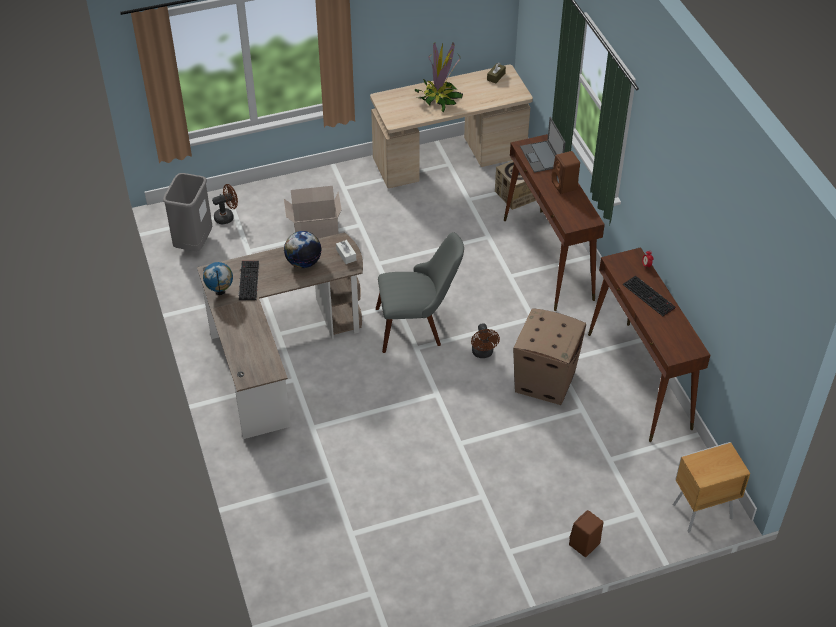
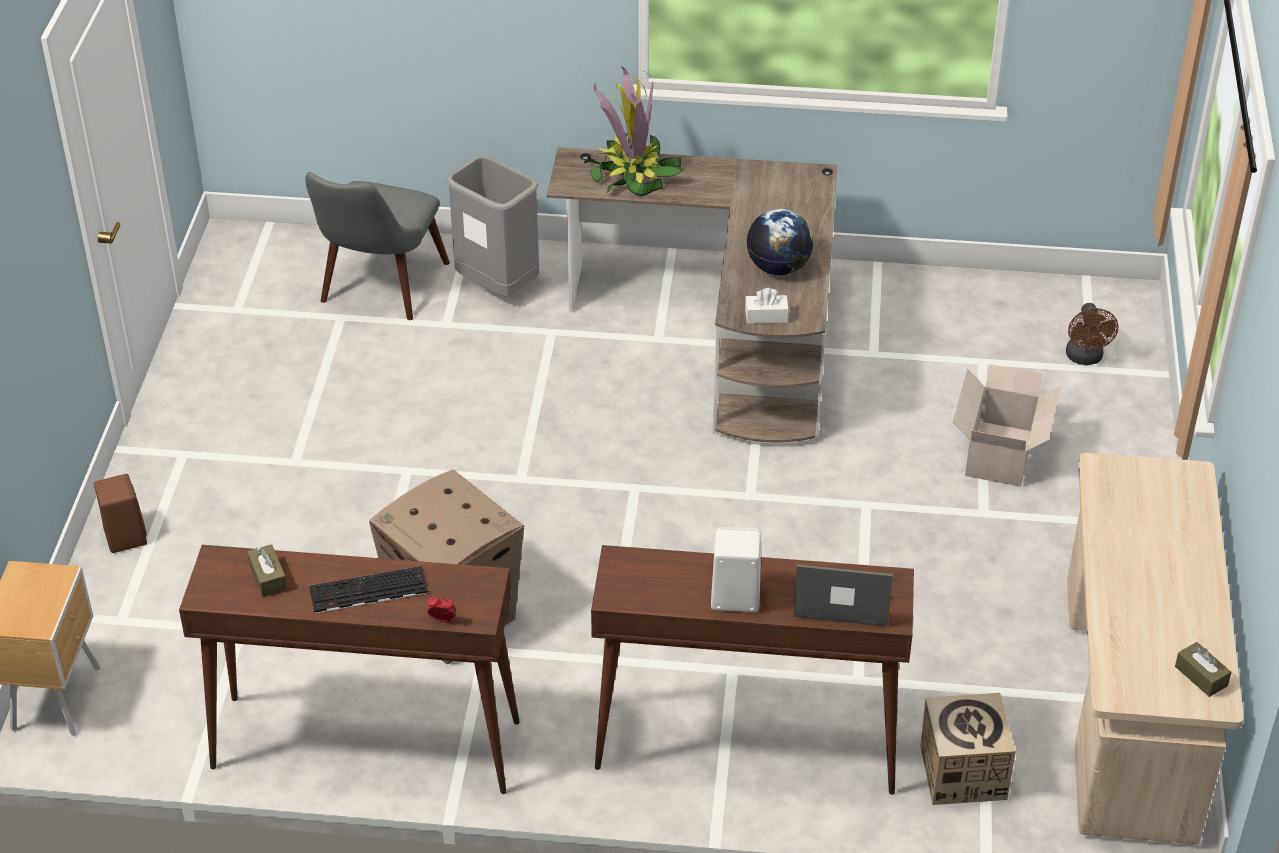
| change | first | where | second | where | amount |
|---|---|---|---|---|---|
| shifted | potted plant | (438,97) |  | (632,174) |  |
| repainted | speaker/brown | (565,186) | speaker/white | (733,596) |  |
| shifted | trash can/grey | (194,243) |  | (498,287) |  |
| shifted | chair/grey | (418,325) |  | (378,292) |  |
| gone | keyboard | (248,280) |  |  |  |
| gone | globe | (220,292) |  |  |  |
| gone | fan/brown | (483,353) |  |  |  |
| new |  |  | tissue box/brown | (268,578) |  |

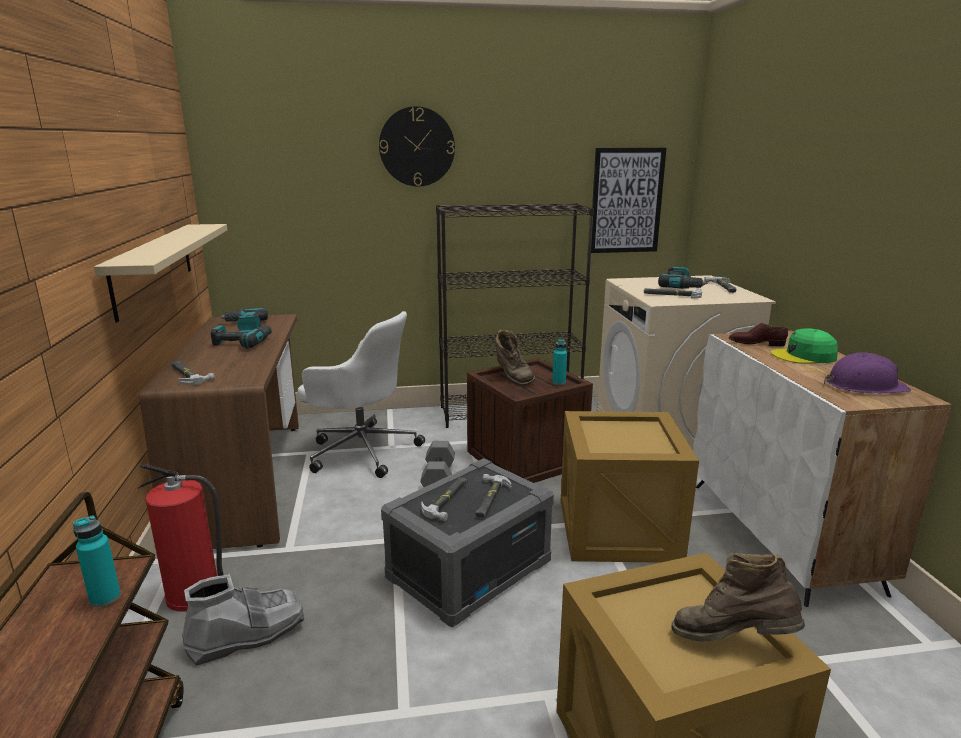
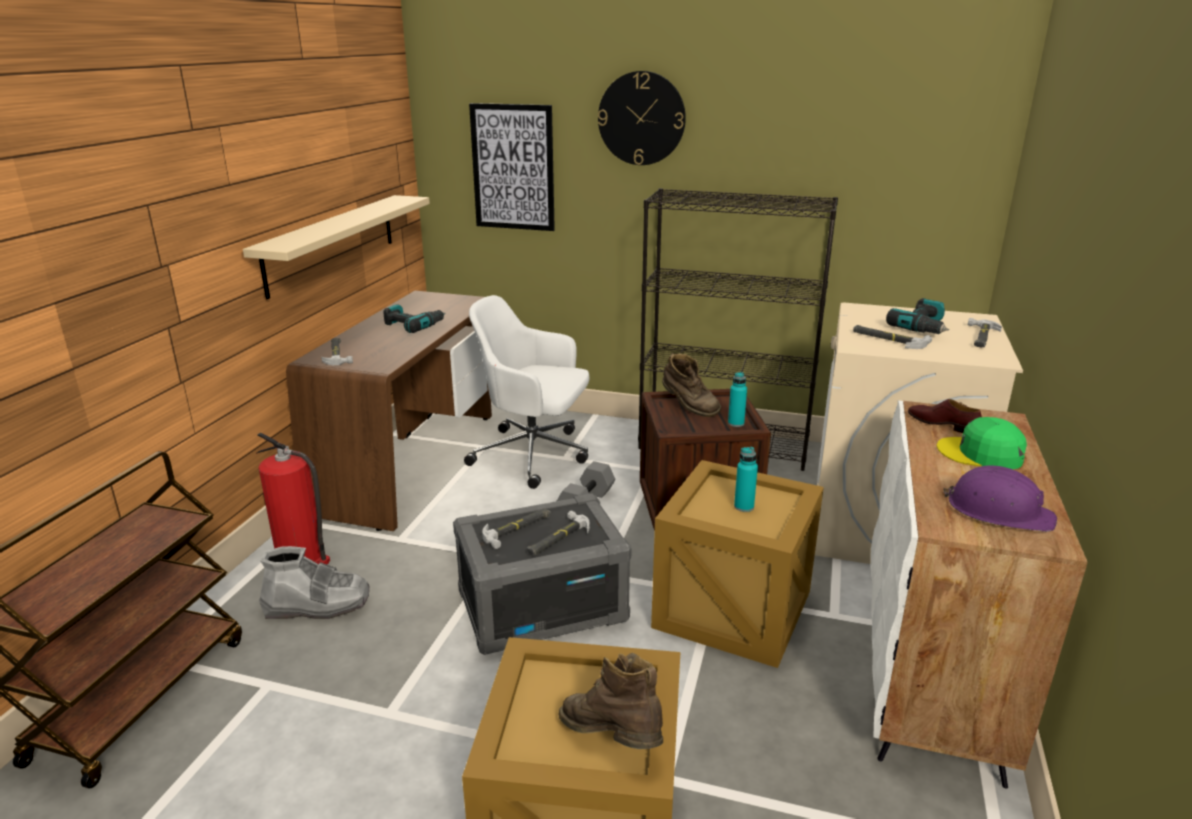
| change | first | where | second | where | amount |
|---|---|---|---|---|---|
| shifted | picture | (626,201) |  | (513,167) |  |
| gone | power drill | (245,327) |  |  |  |
| rotated | office chair/white | (361,450) |  | (534,455) | 150 degrees clockwise |
| rotated | boot/brown | (512,378) |  | (688,408) | 45 degrees counterclockwise |
| shifted | bottle/turquoise | (105,598) |  | (744,507) |  |

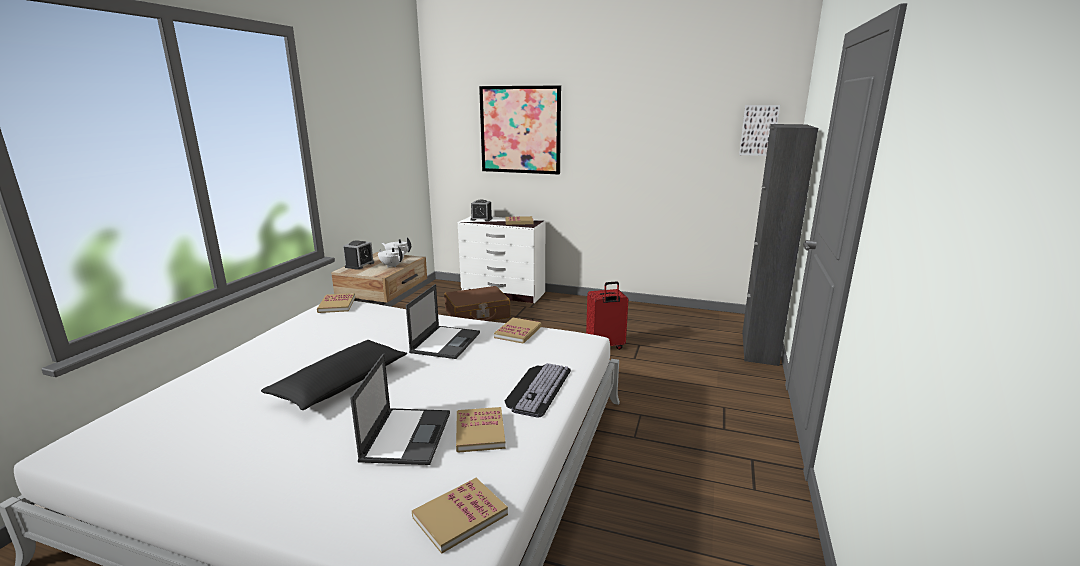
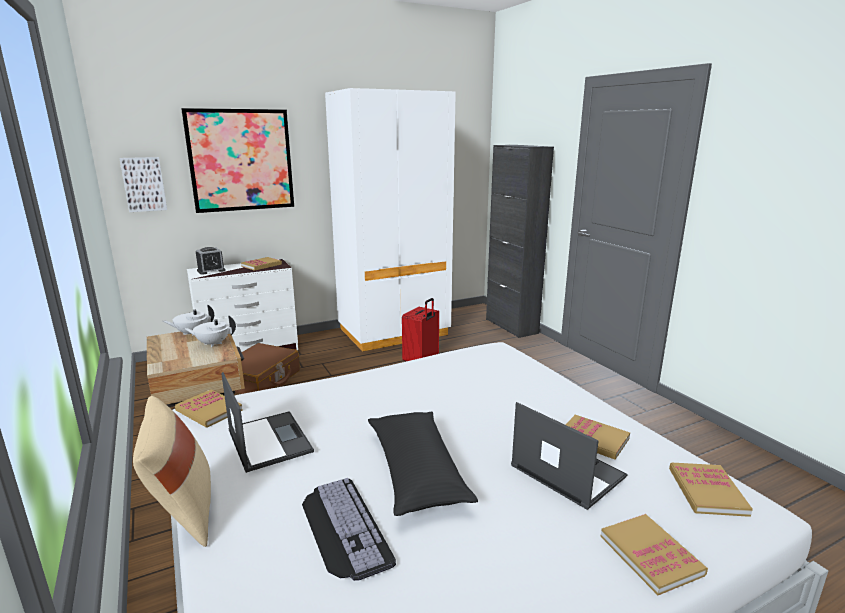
| change | first | where | second | where | amount |
|---|---|---|---|---|---|
| shifted | picture | (759,130) |  | (144,184) |  |
| gone | alarm clock | (359,265) |  |  |  |
| shifted | laptop | (446,342) |  | (268,440) |  |
| shifted | book | (518,332) |  | (650,555) |  |
| shifted | keyboard | (537,388) |  | (342,526) |  |
| new |  |  | wardrobe/white | (393,332) |  |
| new |  |  | pillow/beige | (183,512) |  |

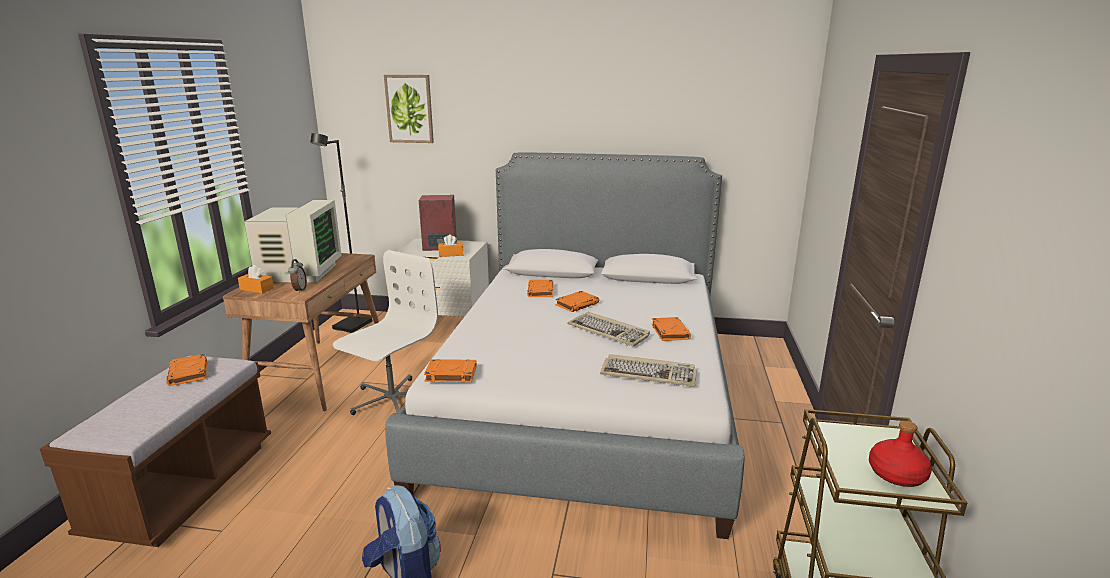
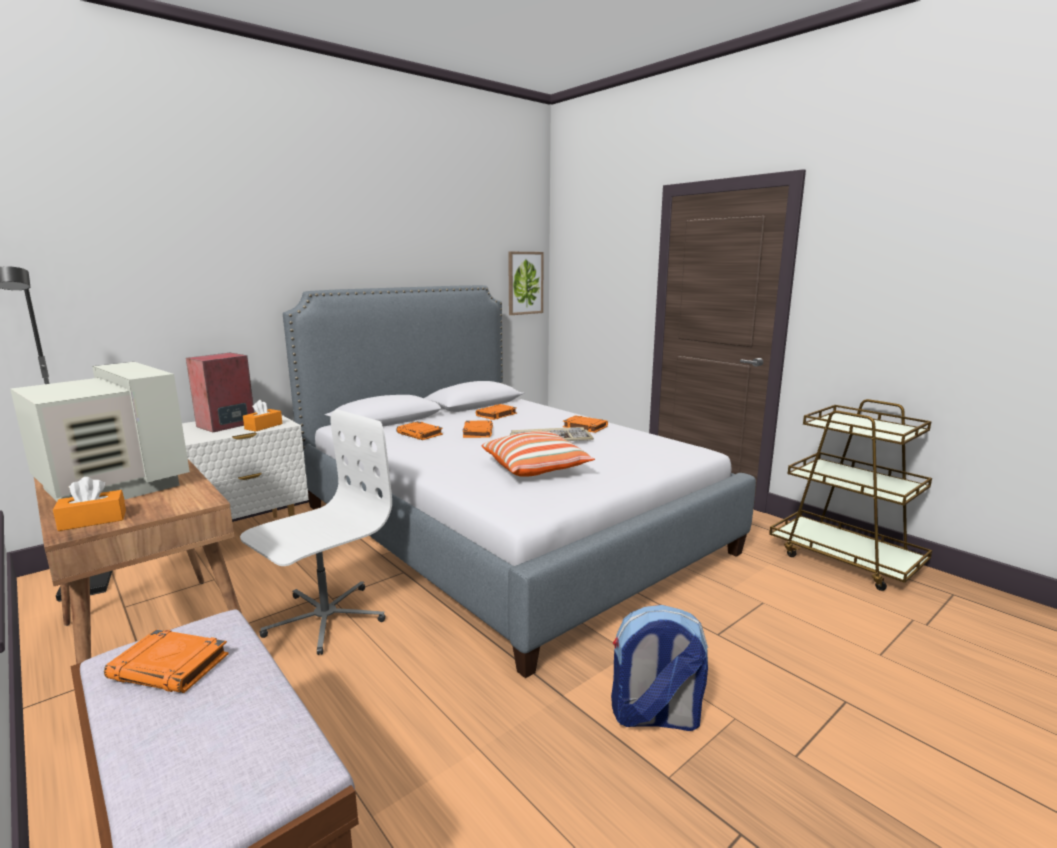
| change | first | where | second | where | amount |
|---|---|---|---|---|---|
| shifted | picture | (409,109) |  | (525,283) |  |
| rotated | office chair/white | (391,399) |  | (324,618) | 60 degrees clockwise |
| gone | alarm clock | (299,290) |  |  |  |
| gone | keyboard | (649,374) |  |  |  |
| shifted | book/orange | (450,374) |  | (496,415) |  |
| gone | bottle/red | (895,474) |  |  |  |
| new |  |  | pillow | (536,468) |  |

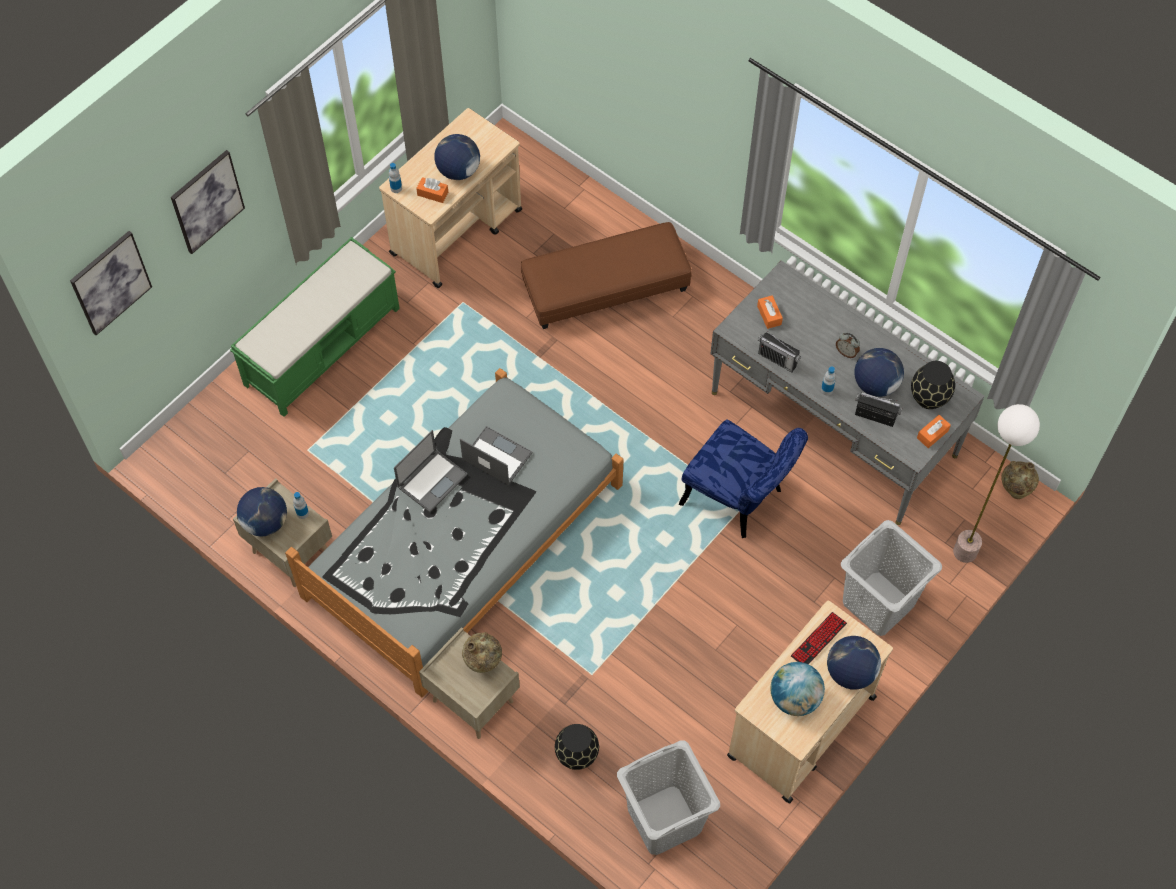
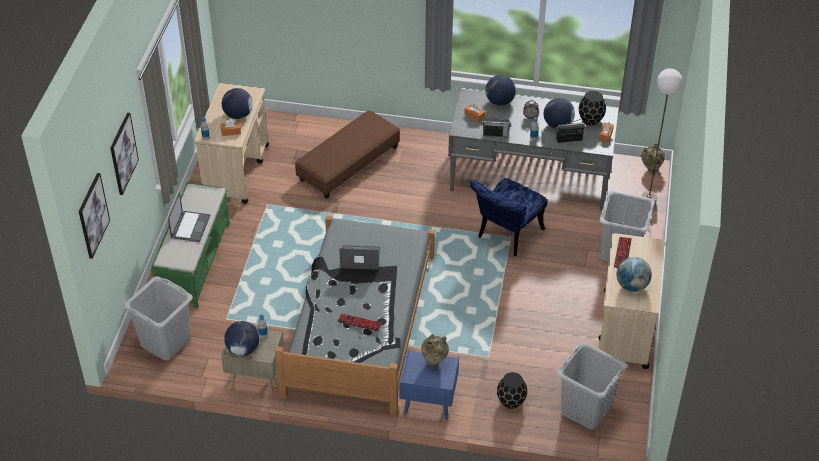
| change | first | where | second | where | amount |
|---|---|---|---|---|---|
| rotated | chair/blue | (739,500) |  | (506,235) | 120 degrees clockwise |
| shifted | laptop | (432,480) |  | (190,226) |  |
| repainted | nightstand/beige | (472,701) | nightstand/blue | (428,403) |  |
| shifted | globe | (850,672) |  | (499,102) |  |
| new |  |  | laundry basket/grey | (165,342) |  |
| new |  |  | keyboard | (359,323) |  |

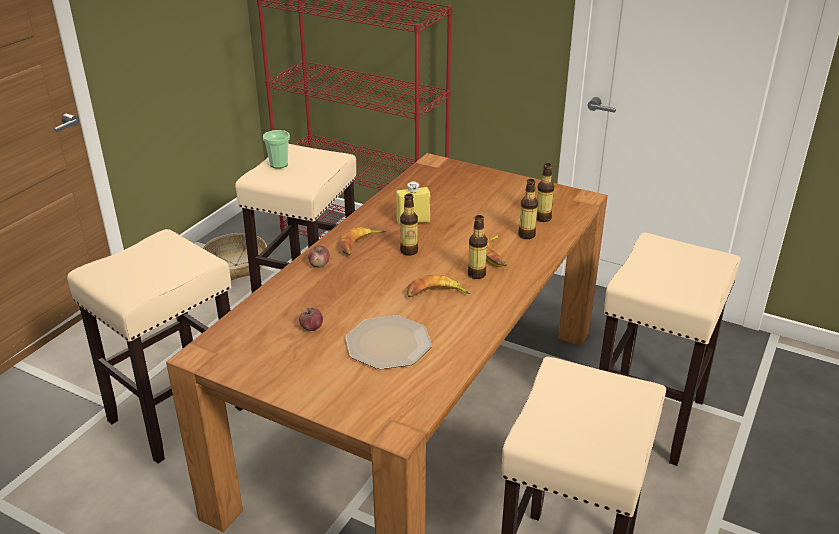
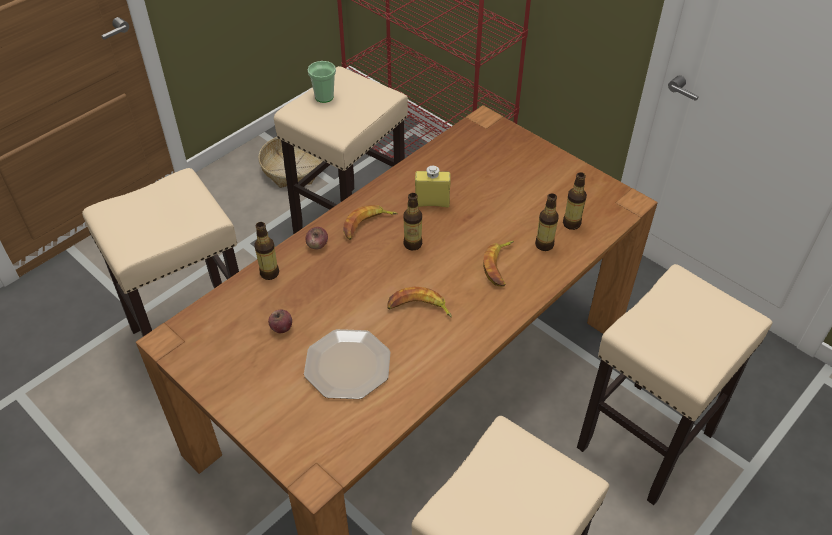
| change | first | where | second | where | amount |
|---|---|---|---|---|---|
| shifted | bottle | (476,274) |  | (269,273) |  |

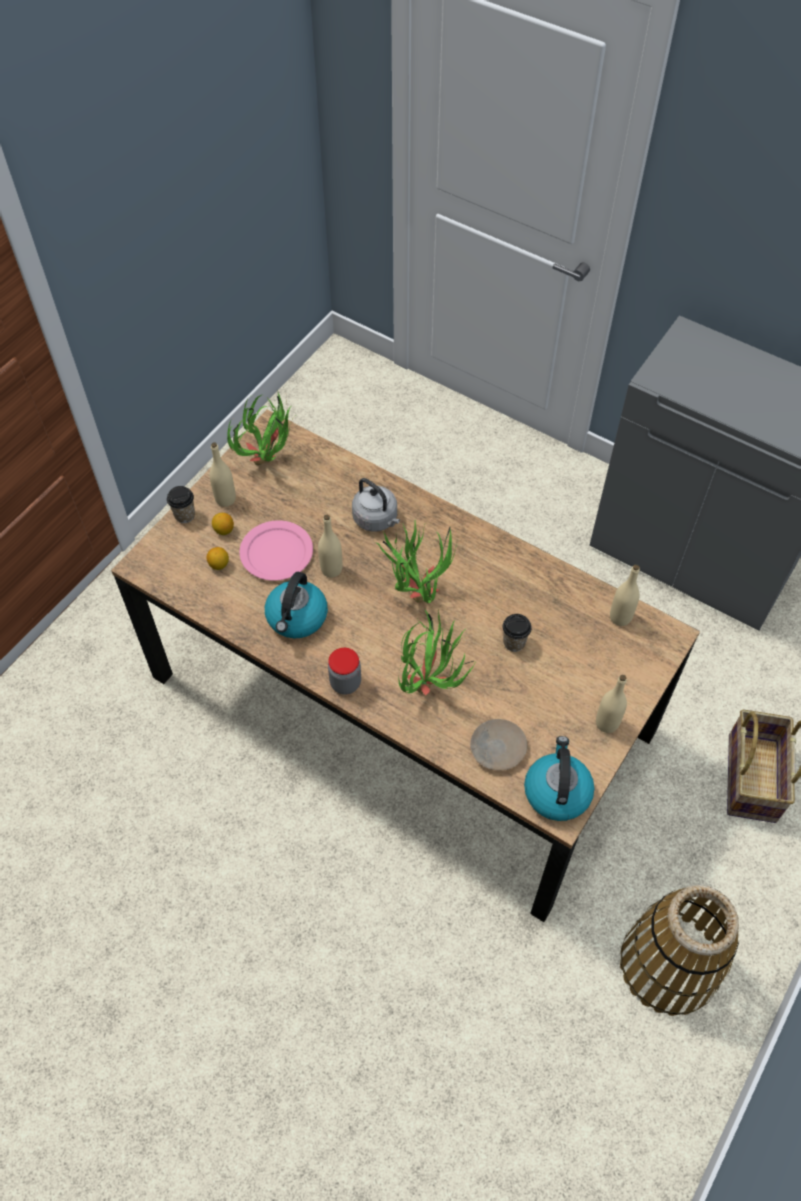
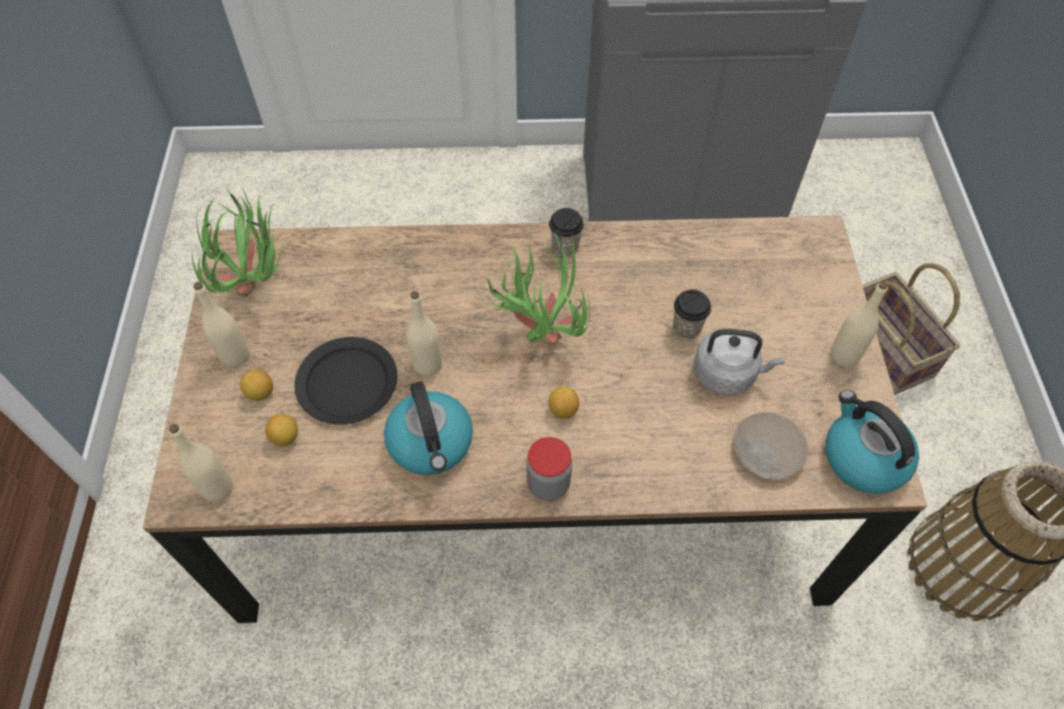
| change | first | where | second | where | amount |
|---|---|---|---|---|---|
| shifted | kettle/grey | (377,519) |  | (727,373) |  |
| shifted | cup | (184,515) |  | (565,247) |  |
| repainted | plate/pink | (277,553) | plate/black | (348,382) |  |
| shifted | bottle/beige | (620,617) |  | (217,488) |  |
| gone | potted plant | (431,682) |  |  |  |
| new |  |  | lemon | (563,410) |  |

